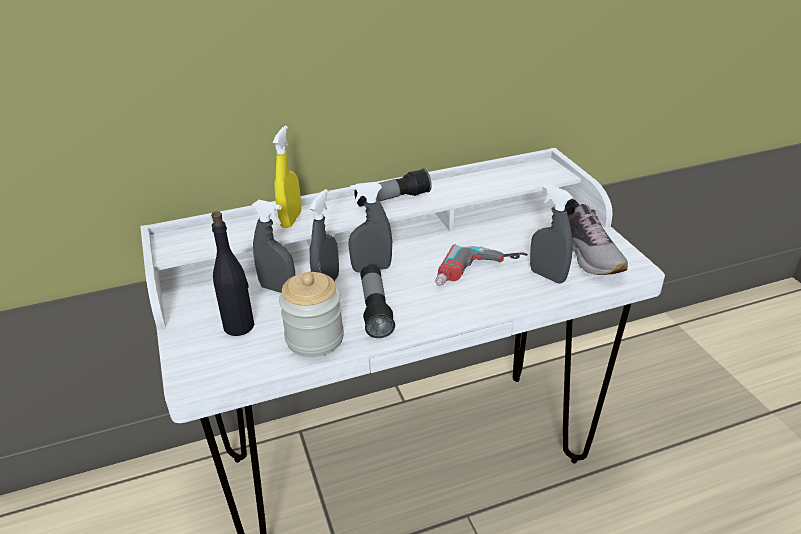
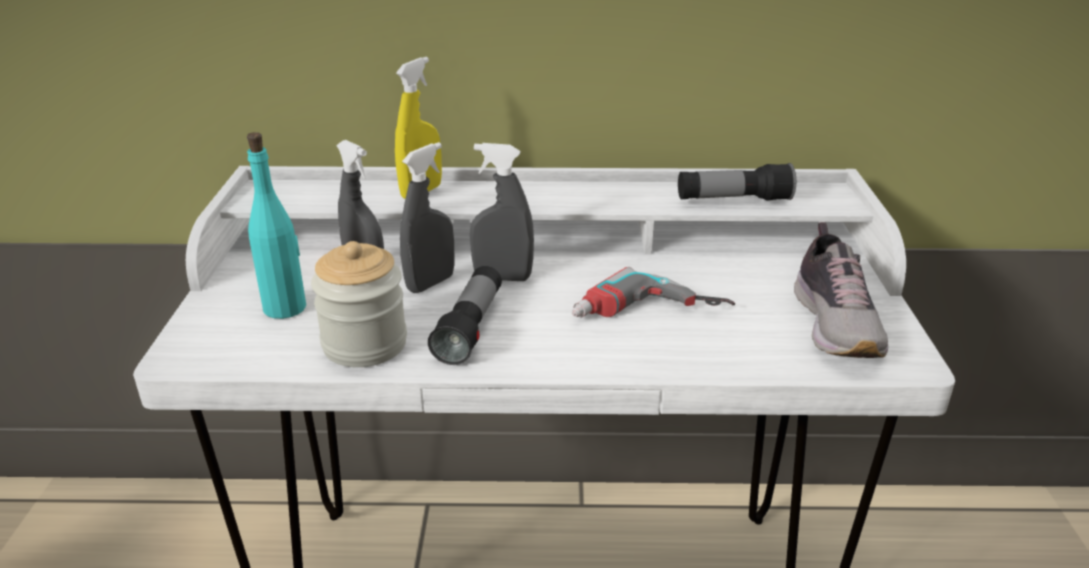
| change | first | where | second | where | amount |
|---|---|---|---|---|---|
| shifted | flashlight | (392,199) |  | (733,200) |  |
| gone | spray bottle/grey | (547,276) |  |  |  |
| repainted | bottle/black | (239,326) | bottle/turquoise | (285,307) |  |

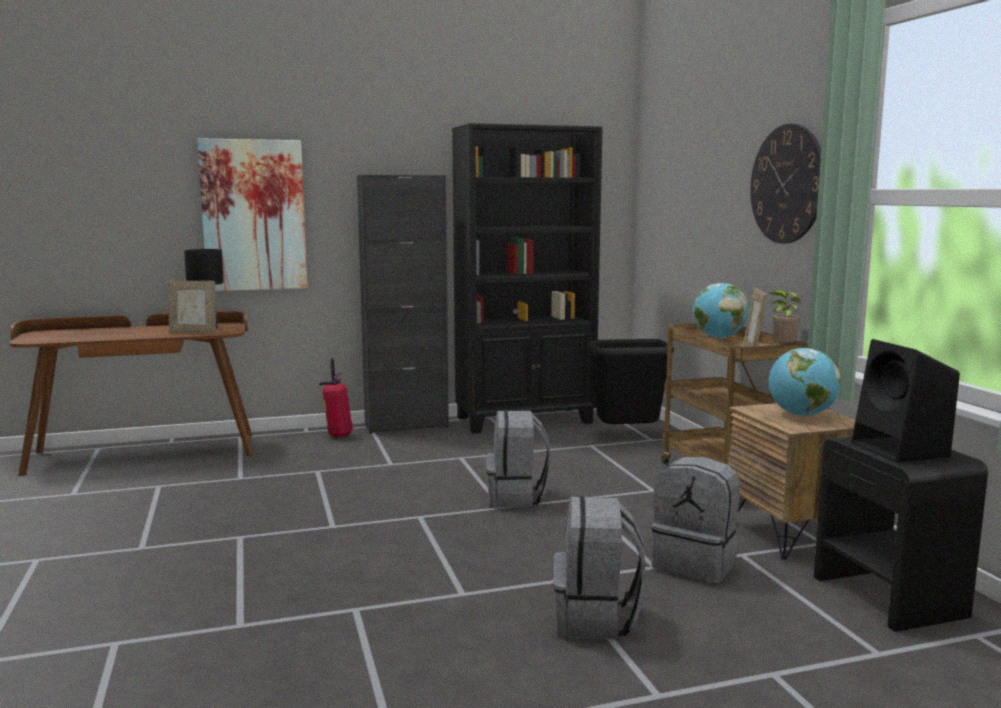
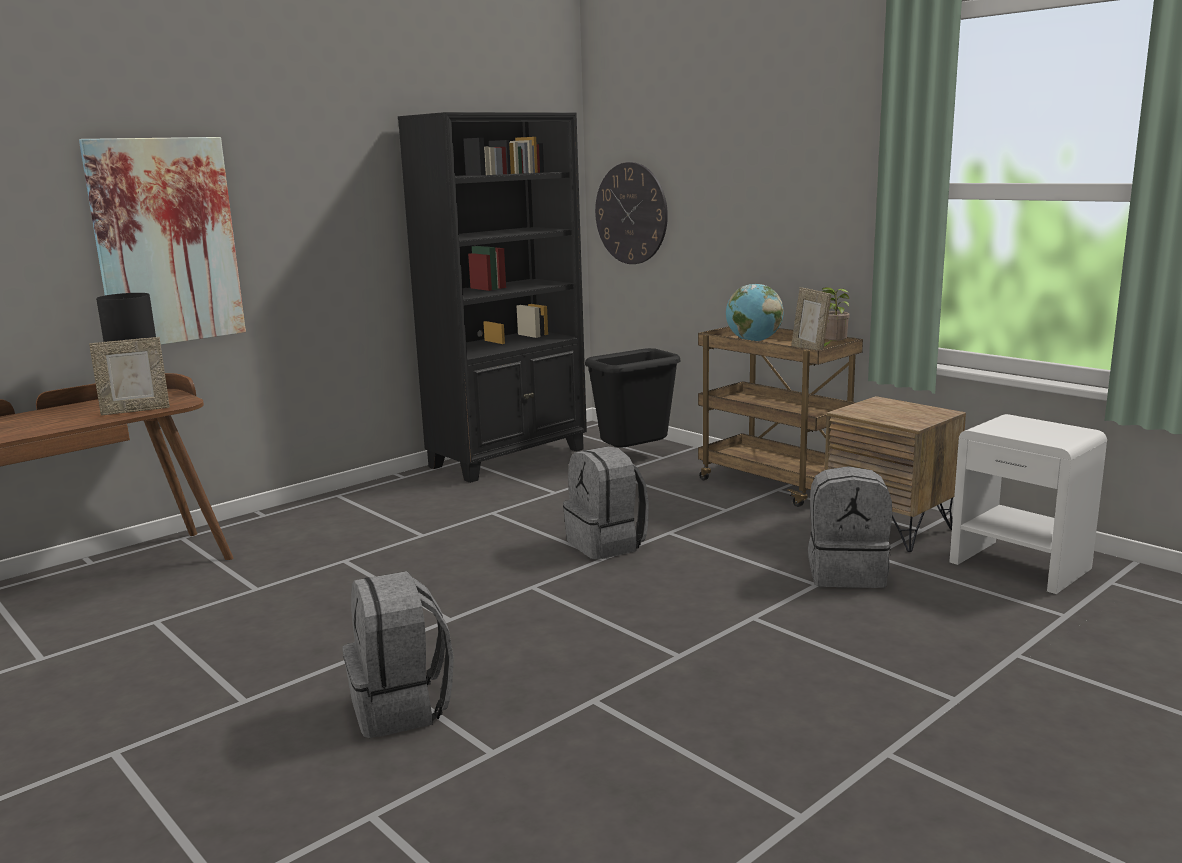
| change | first | where | second | where | amount |
|---|---|---|---|---|---|
| shifted | wall clock | (787,184) |  | (631,213) |  |
| gone | cabinet/black | (406,426) |  |  |  |
| gone | speaker/black | (902,450) |  |  |  |
| gone | globe | (801,415) |  |  |  |
| gone | fire extinguisher | (338,435) |  |  |  |
| repainted | nightstand/black | (889,597) | nightstand/white | (1020,565) |  |
| shifted | backpack/grey | (596,619) |  | (402,708) |  |

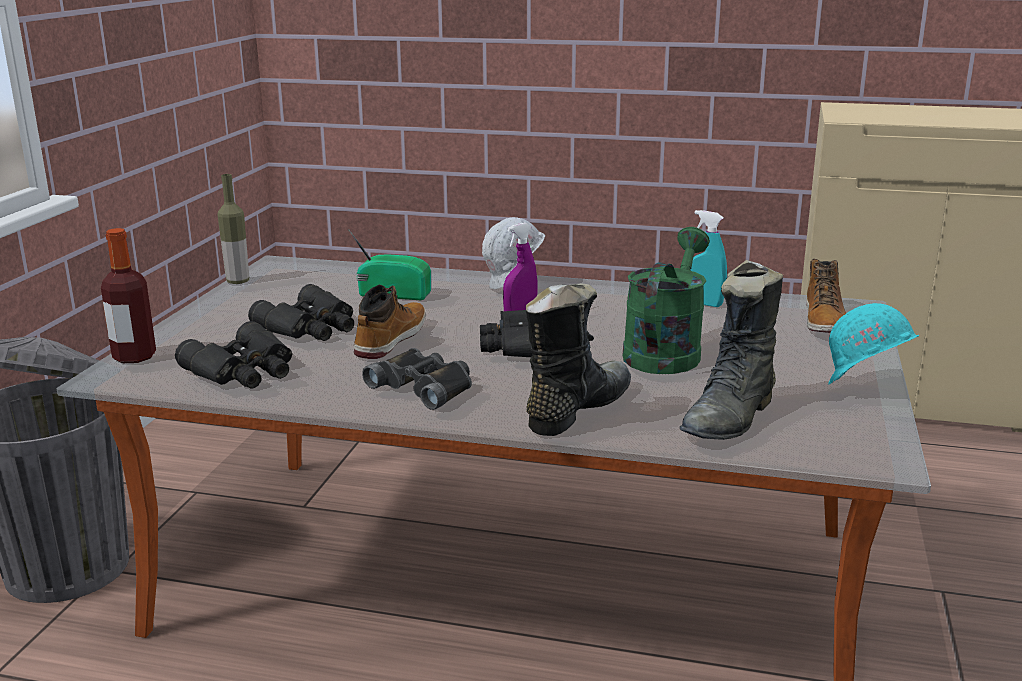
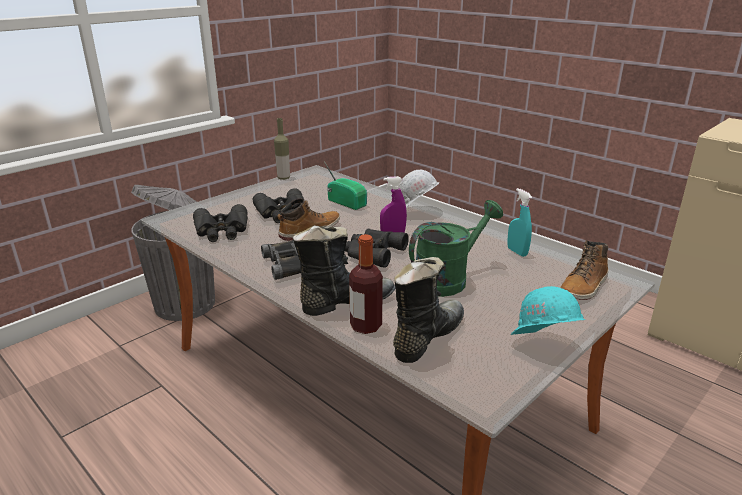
| change | first | where | second | where | amount |
|---|---|---|---|---|---|
| shifted | bottle | (134,357) |  | (366,326) |  |
| rotated | boot/black | (731,418) |  | (427,337) | 150 degrees clockwise |

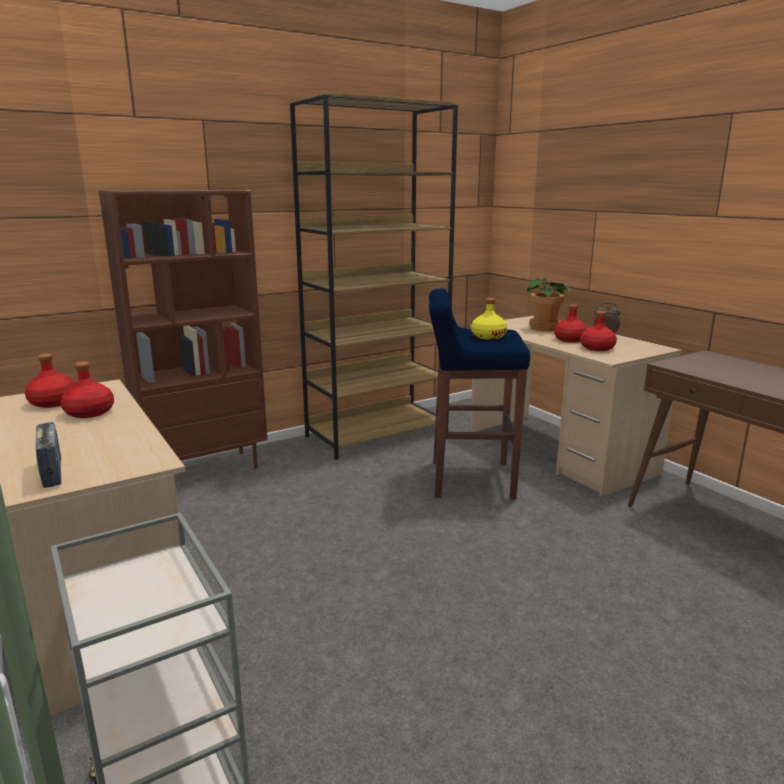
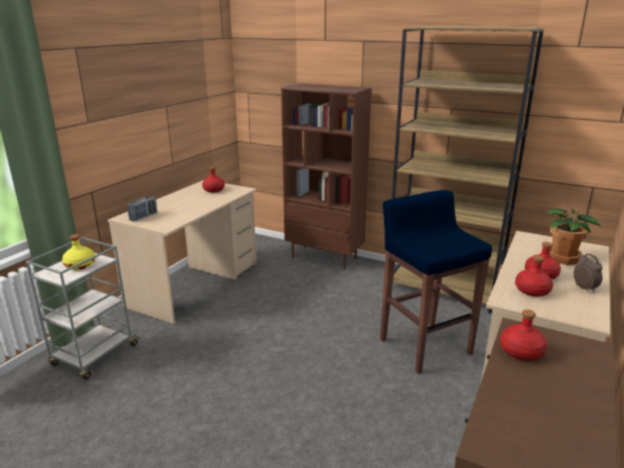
| change | first | where | second | where | amount |
|---|---|---|---|---|---|
| shifted | bottle/yellow | (488,336) |  | (80,265) |  |
| shifted | bottle/red | (90,412) |  | (521,352) |  |

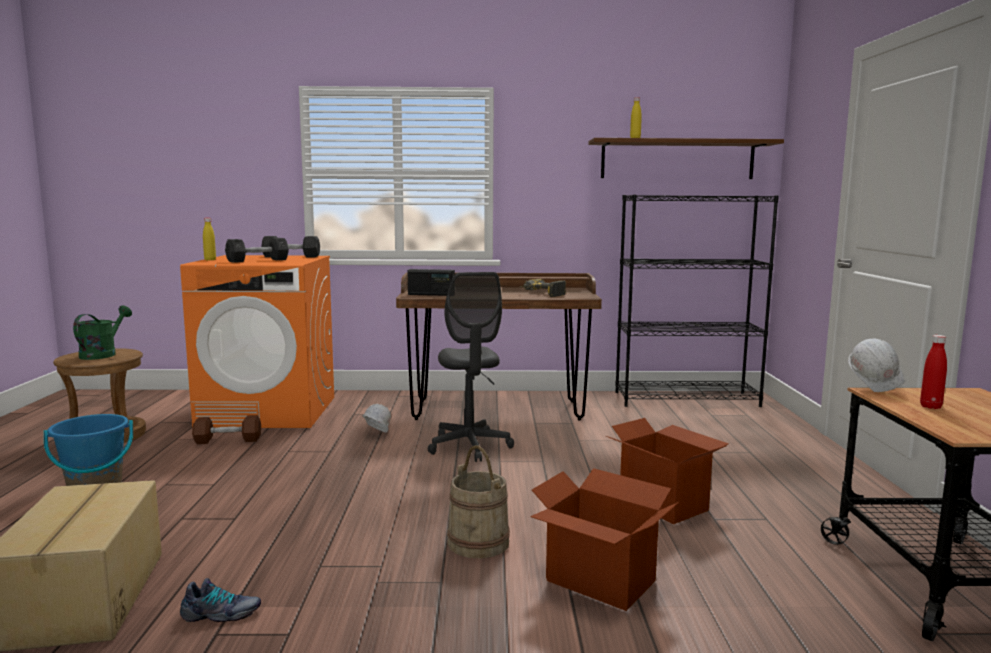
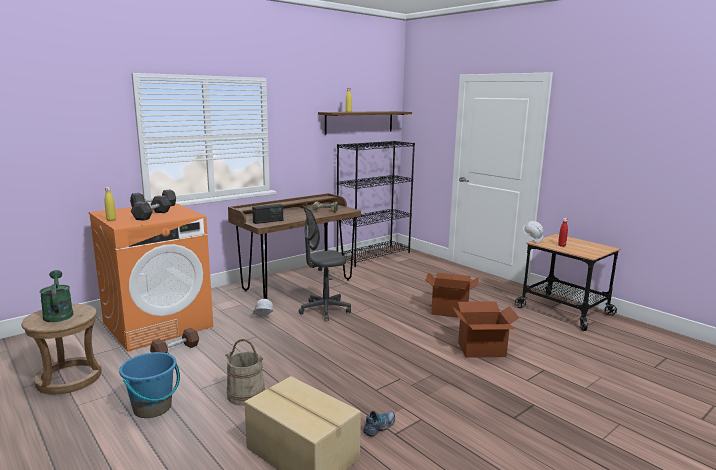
| change | first | where | second | where | amount |
|---|---|---|---|---|---|
| rotated | office chair/grey | (469,446) |  | (324,310) | 120 degrees clockwise |
| shifted | bucket/beige | (479,542) |  | (246,394) |  |

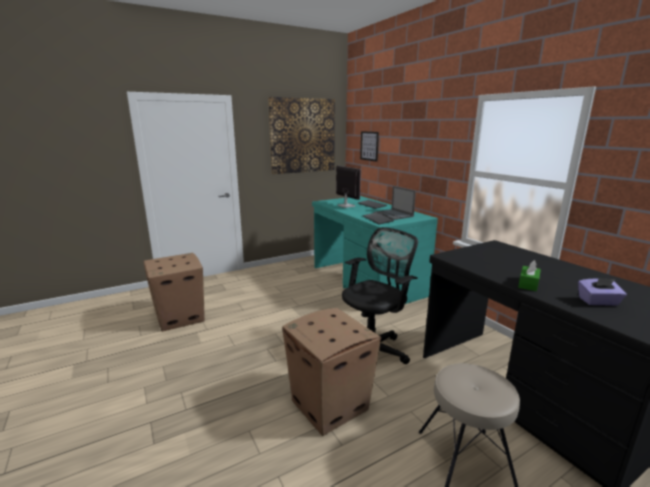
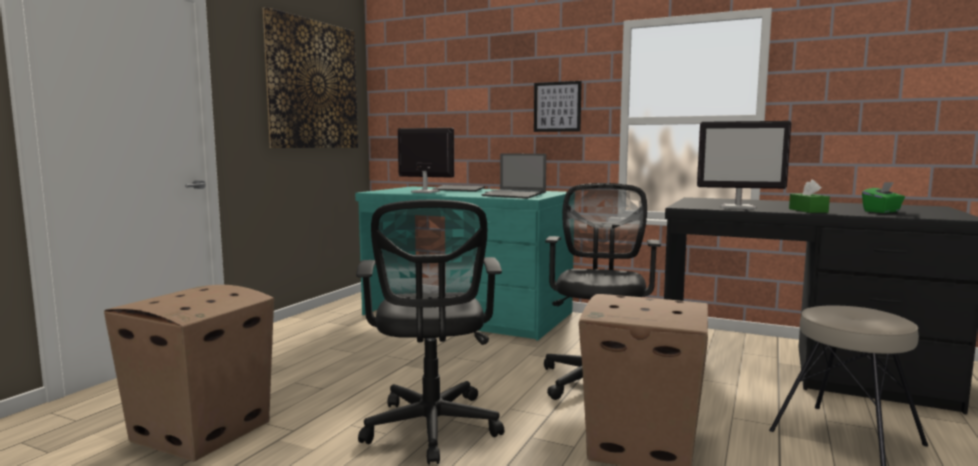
| change | first | where | second | where | amount |
|---|---|---|---|---|---|
| shifted | picture | (369,146) |  | (557,107) |  |
| repainted | tissue box/purple | (598,302) | tissue box/green | (882,211) |  |
| new |  |  | monitor | (738,208) |  |
| new |  |  | office chair/black | (432,430) |  |

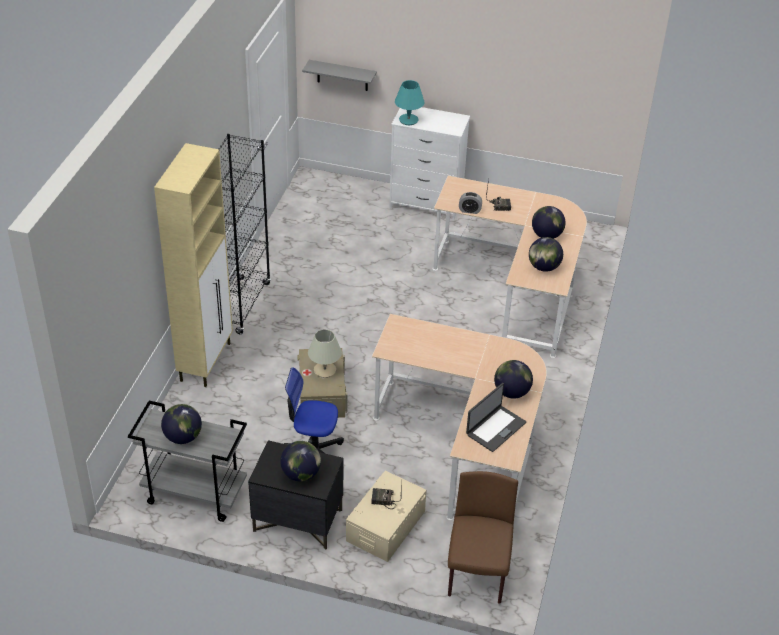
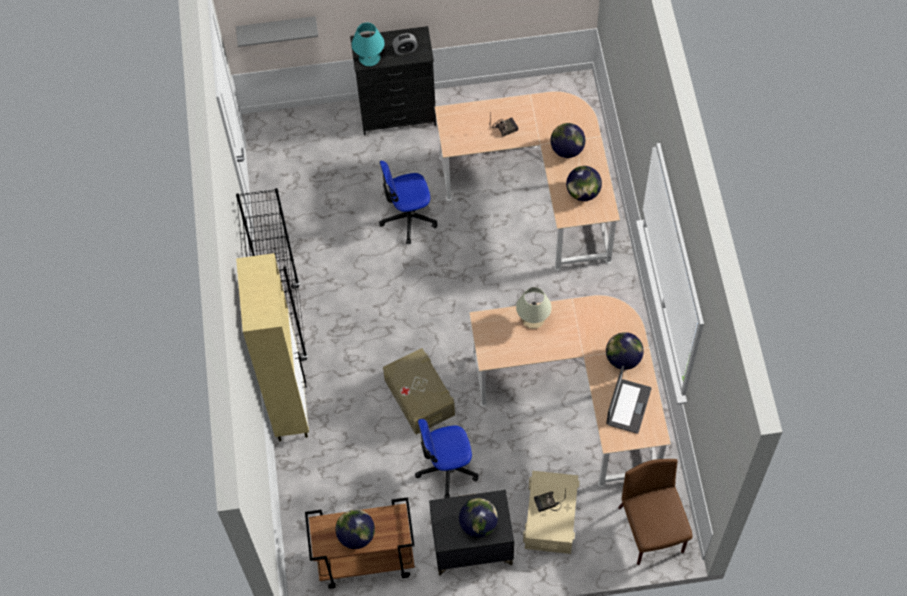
| change | first | where | second | where | amount |
|---|---|---|---|---|---|
| repainted | dresser/white | (426,203) | dresser/black | (397,114) |  |
| shifted | alarm clock | (469,210) |  | (405,50) |  |
| shifted | table lamp/beige | (324,370) |  | (533,319) |  |
| repainted | cart/grey | (194,494) | cart/brown | (365,561) |  |
| new |  |  | office chair | (408,217) |  |

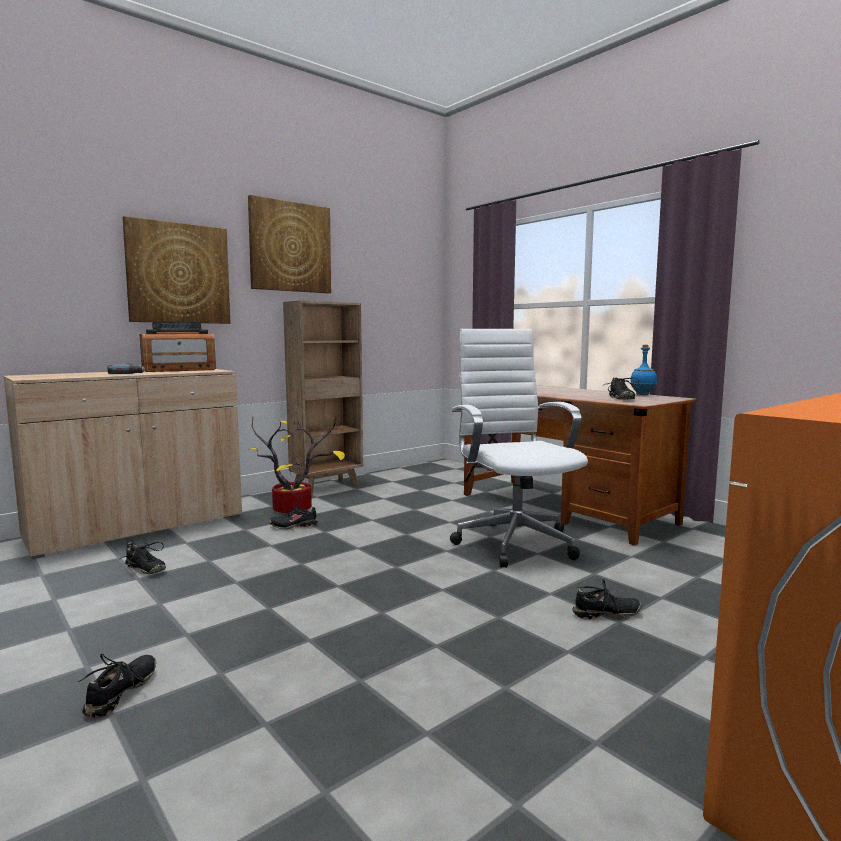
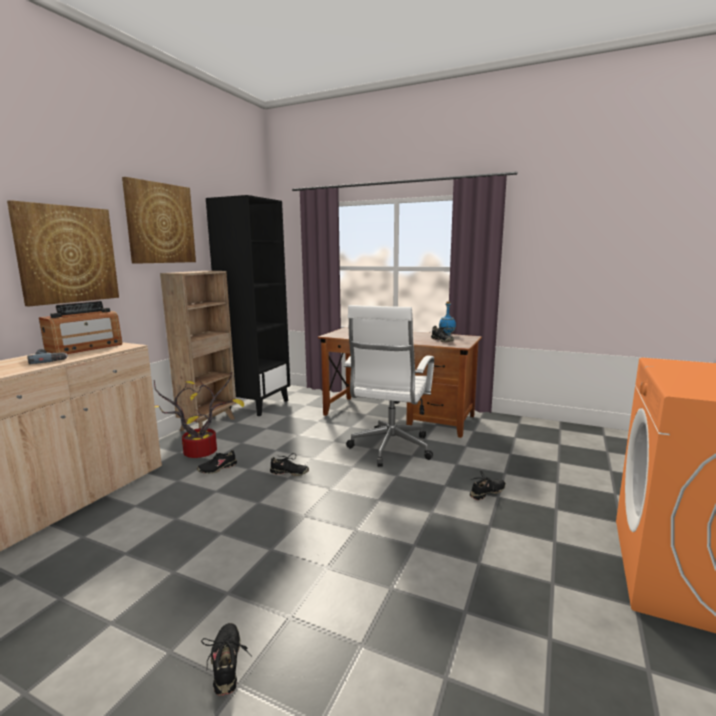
| change | first | where | second | where | amount |
|---|---|---|---|---|---|
| rotated | office chair/white | (513,542) |  | (390,449) | 120 degrees counterclockwise |
| shifted | shoe/black | (145,569) |  | (289,473) |  |
| new |  |  | bookcase/black | (258,405) |  |

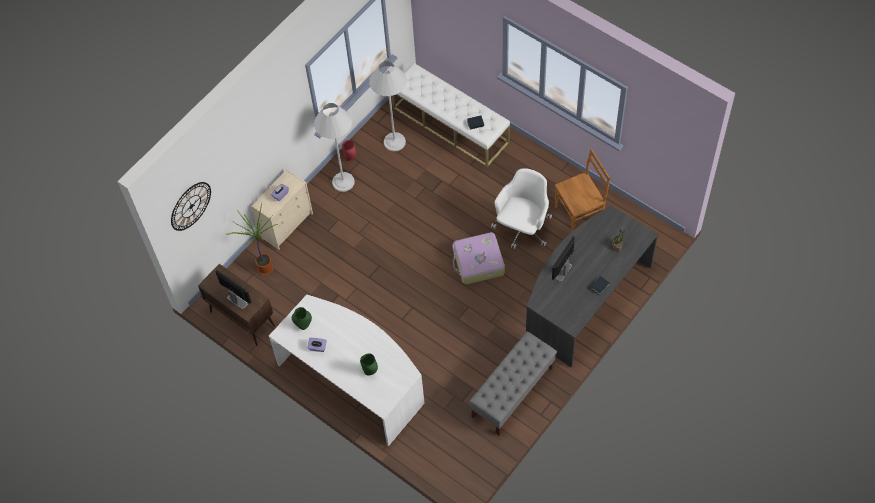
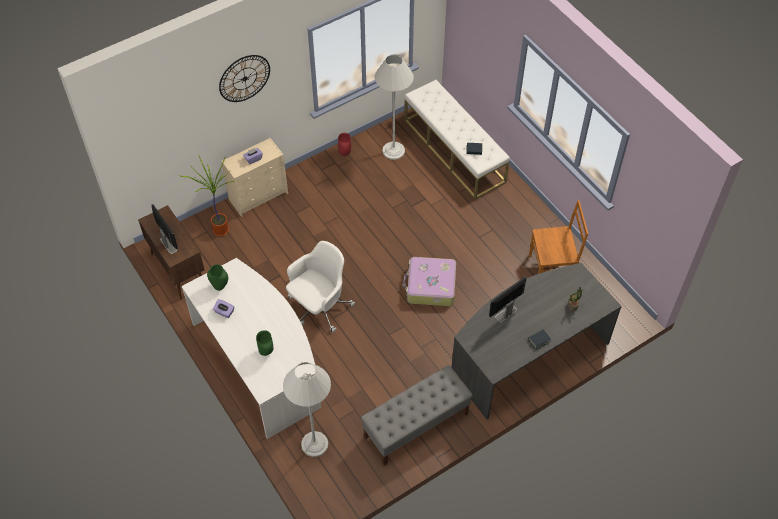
| change | first | where | second | where | amount |
|---|---|---|---|---|---|
| shifted | floor lamp/white | (343,182) |  | (314,444) |  |
| shifted | office chair/white | (522,228) |  | (319,307) |  |
| shifted | wall clock | (191,206) |  | (244,78) |  |

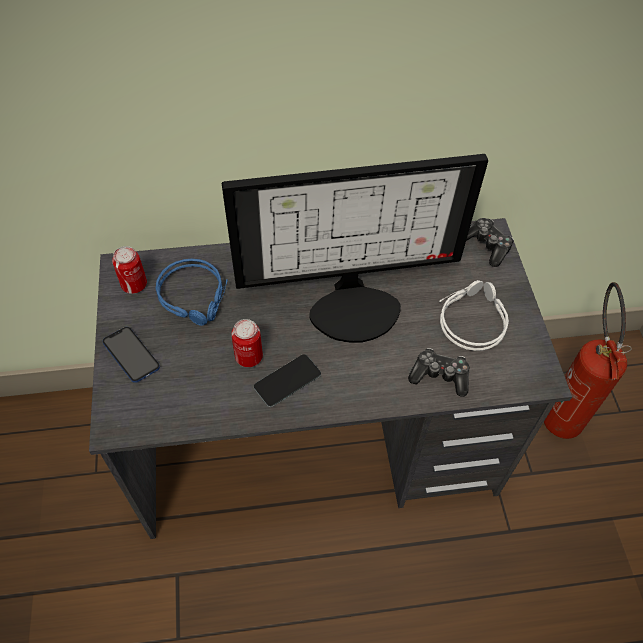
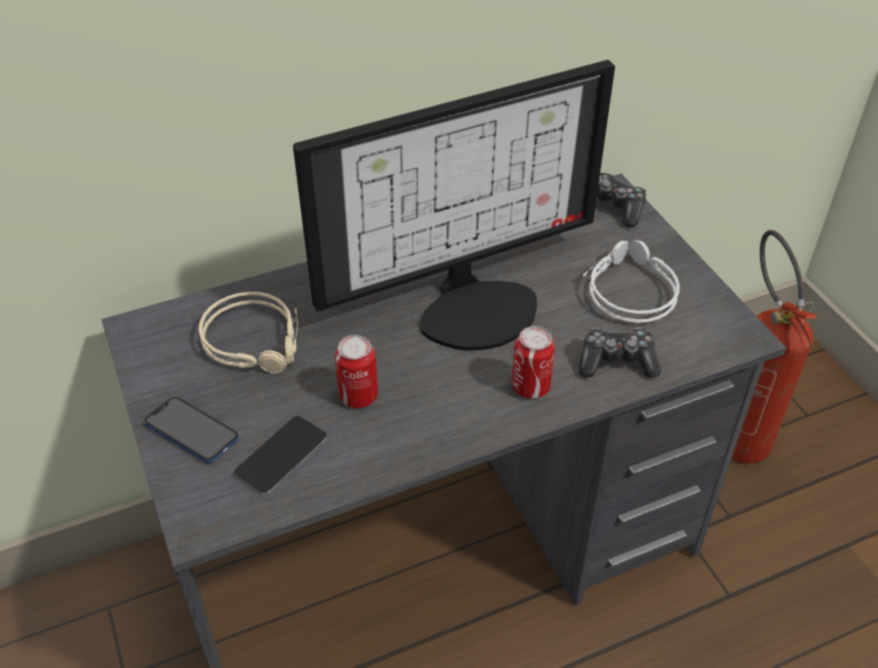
| change | first | where | second | where | amount |
|---|---|---|---|---|---|
| shifted | can | (134,285) |  | (530,386) |  |
| repainted | headphones/blue | (195,296) | headphones/beige | (257,341) |  |
| shifted | phone | (287,381) |  | (281,455) |  |

